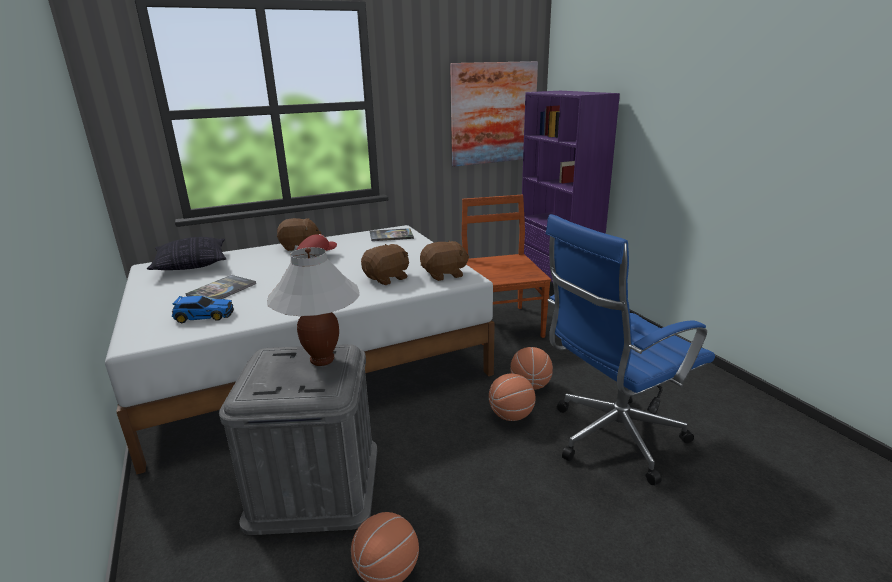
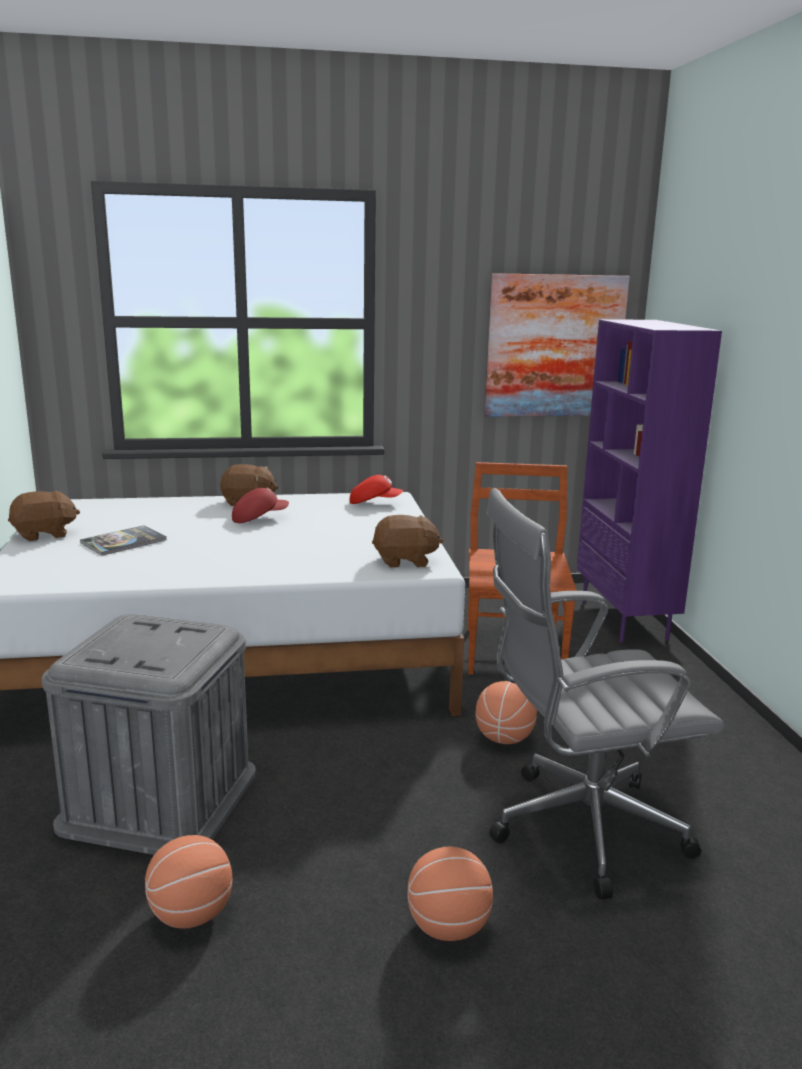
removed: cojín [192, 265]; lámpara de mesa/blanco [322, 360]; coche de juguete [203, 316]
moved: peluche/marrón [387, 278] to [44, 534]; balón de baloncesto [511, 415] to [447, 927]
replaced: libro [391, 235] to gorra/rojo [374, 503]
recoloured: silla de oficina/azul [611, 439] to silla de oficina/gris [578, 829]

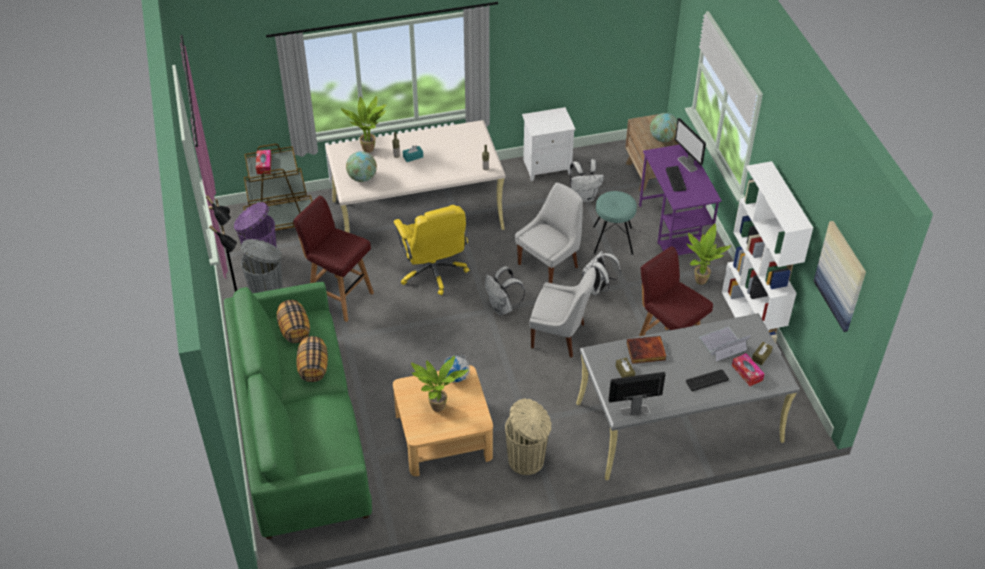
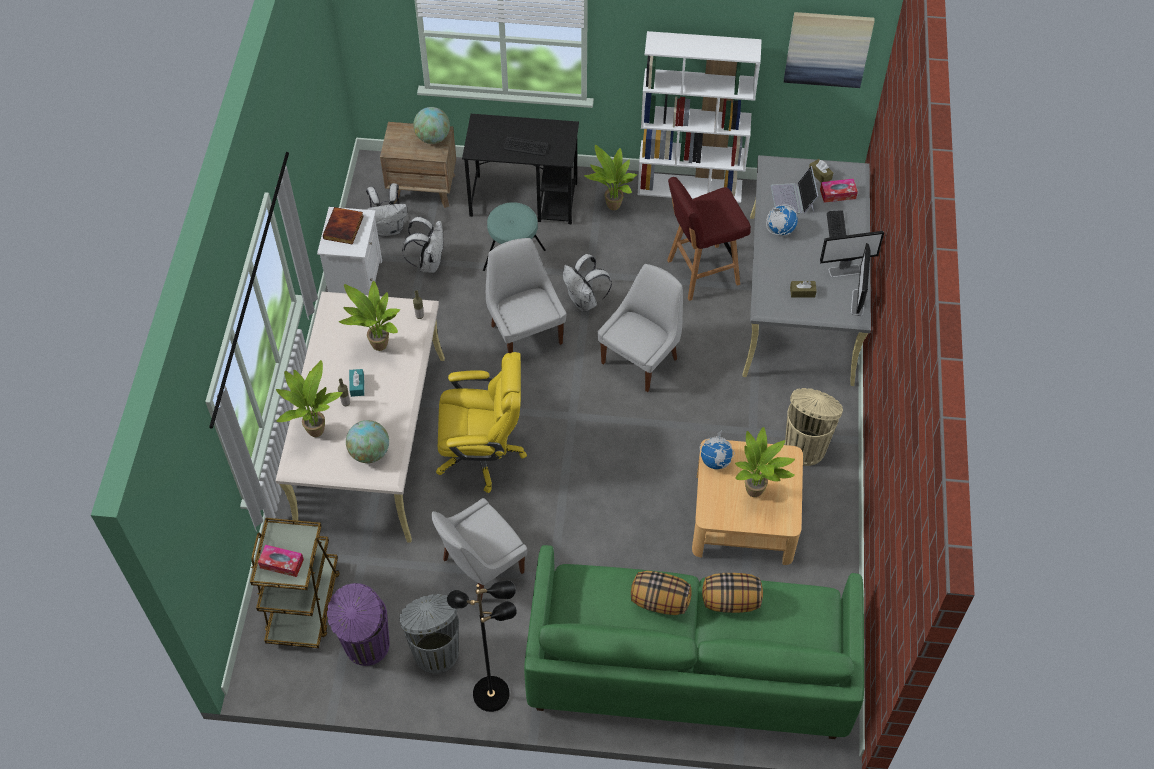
added: globo terráqueo [780, 229]; planta en maceta [377, 347]
moved: monitor [687, 164] to [845, 270]; mochila/blanco [502, 308] to [388, 228]; cojín [294, 330] to [730, 601]; libro [646, 352] to [344, 228]
replaced: taburete/rojo [340, 297] to silla/blanco [480, 567]
recoloured: escritorio/morado [674, 230] to escritorio/negro [524, 199]

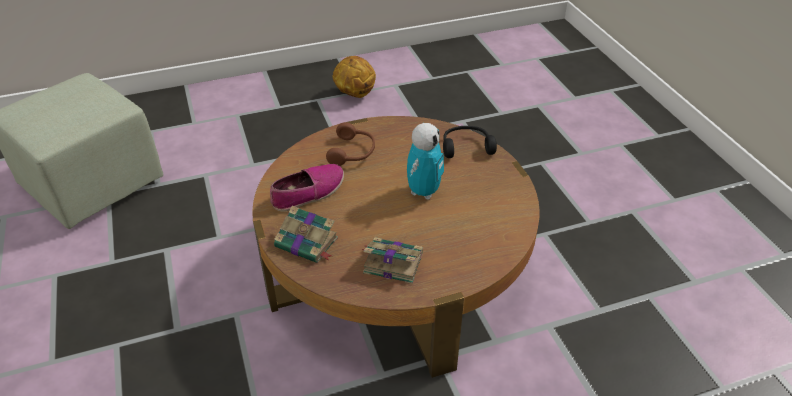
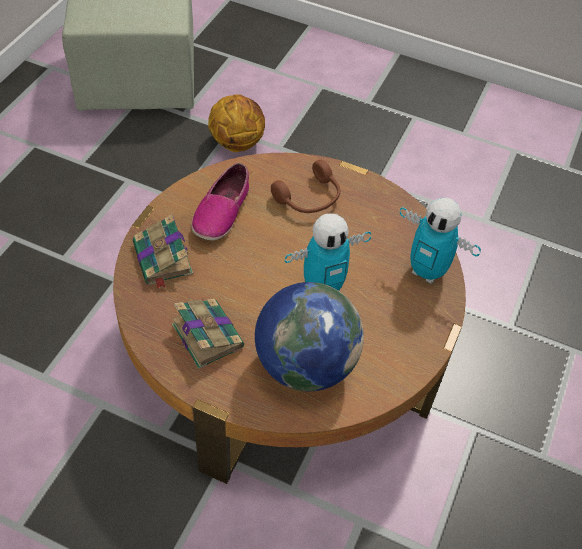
added: globo terráqueo [305, 364]
moved: balón de baloncesto [354, 94] to [237, 143]
replaced: auriculares/negro [466, 147] to robot de juguete [427, 272]
turned: zapato [308, 193] = [221, 211] 105 degrees clockwise

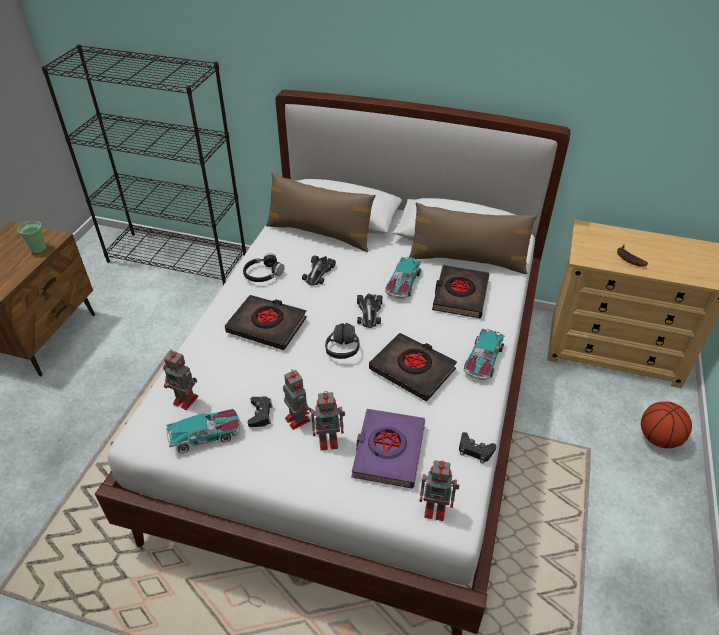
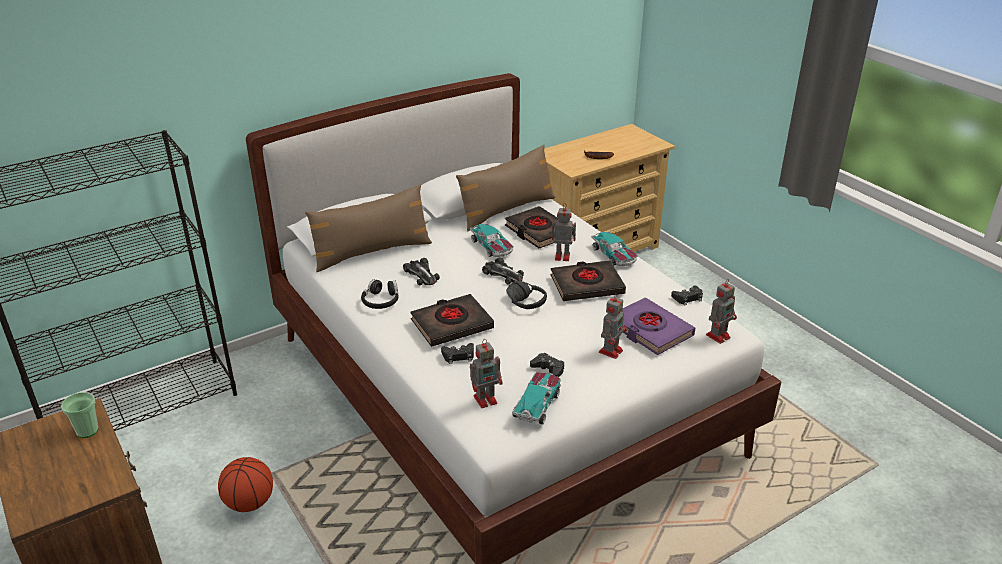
added: mando de consola/negro [458, 356]
moved: robot de juguete [297, 418] to [561, 256]; balón de baloncesto [658, 439] to [249, 503]

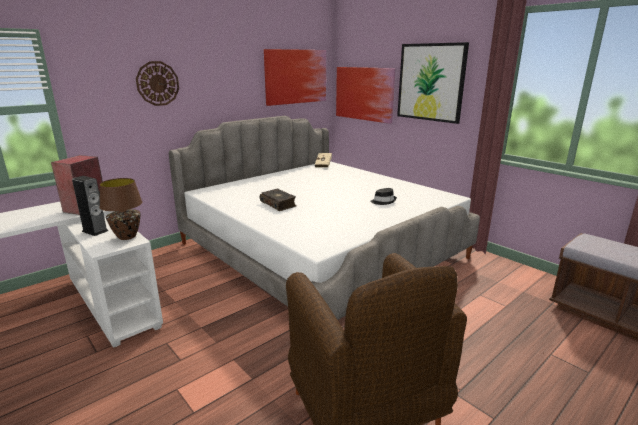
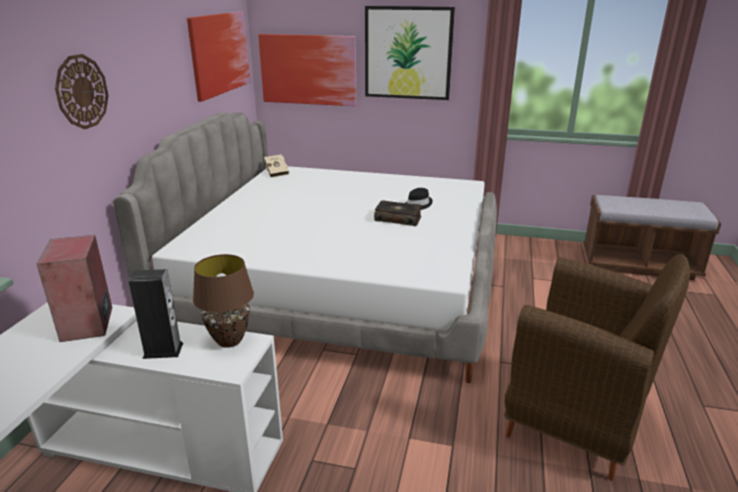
moved: libro [278, 204] to [398, 219]

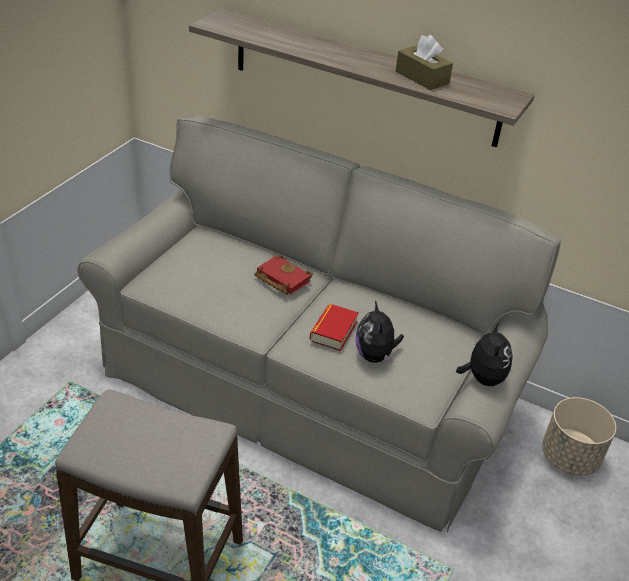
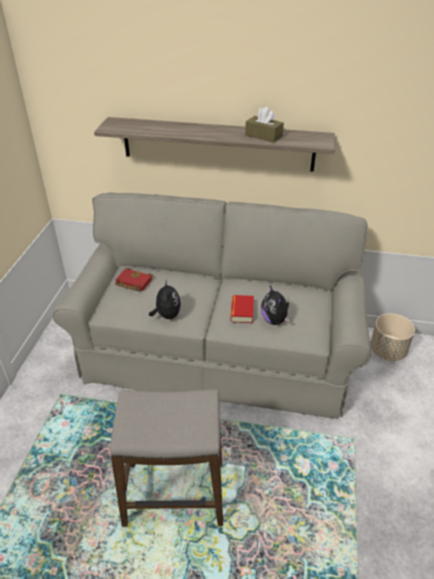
moved: libro/rojo [280, 279] to [132, 282]; peluche [482, 378] to [167, 315]

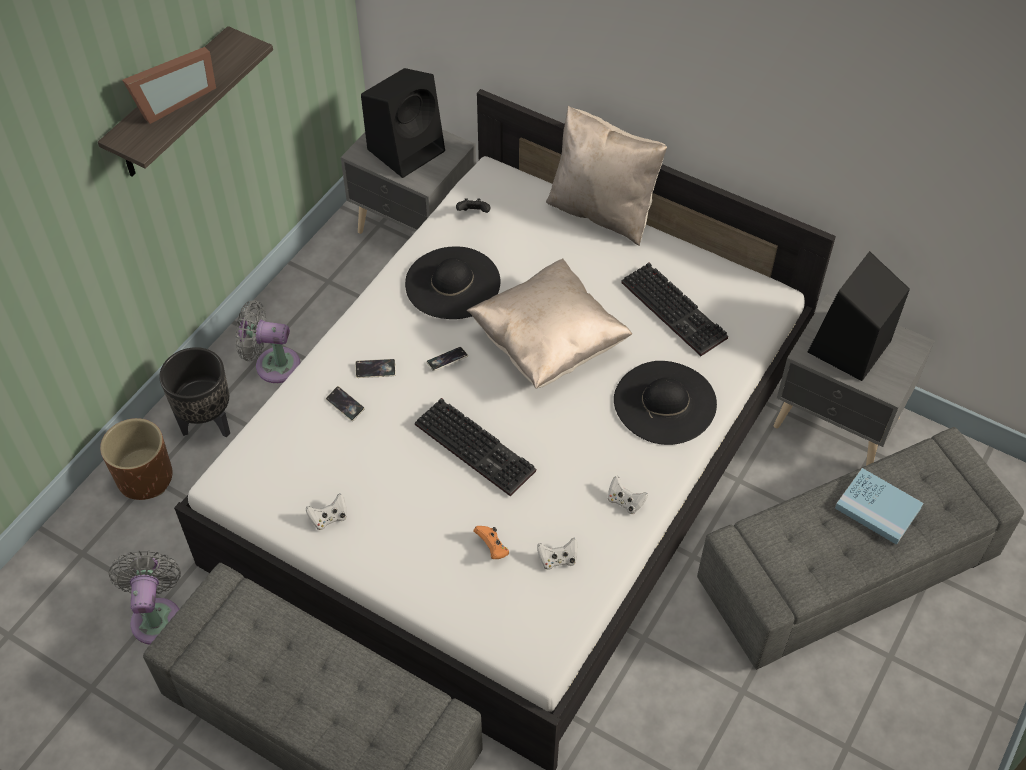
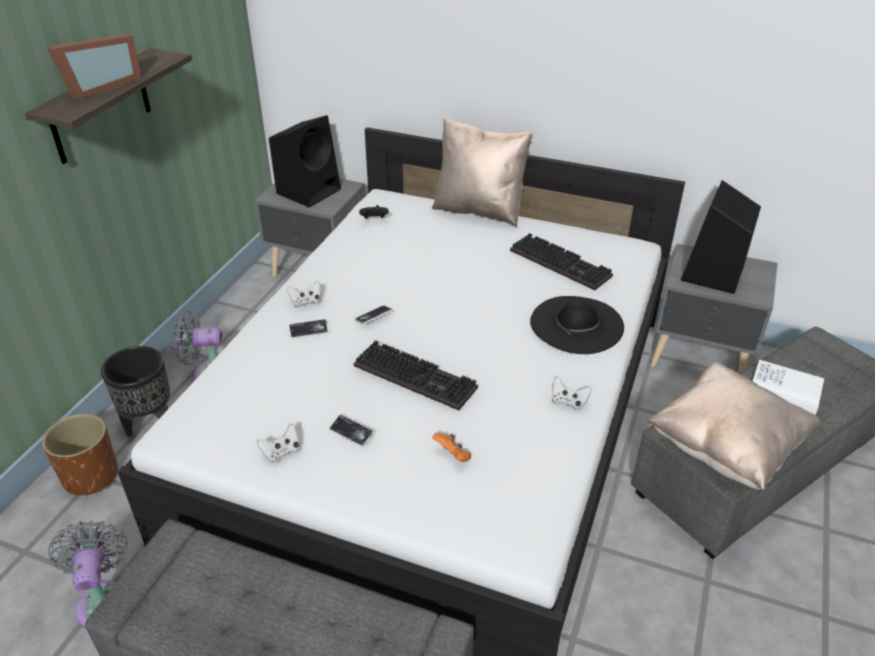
removed: sombrero/negro [452, 283]
moved: cojín/beis [548, 344] to [726, 447]; móvil [345, 405] to [351, 432]; mando de consola/blanco [558, 559] to [306, 302]
recoloured: libro/azul [878, 508] to libro/blanco [785, 389]

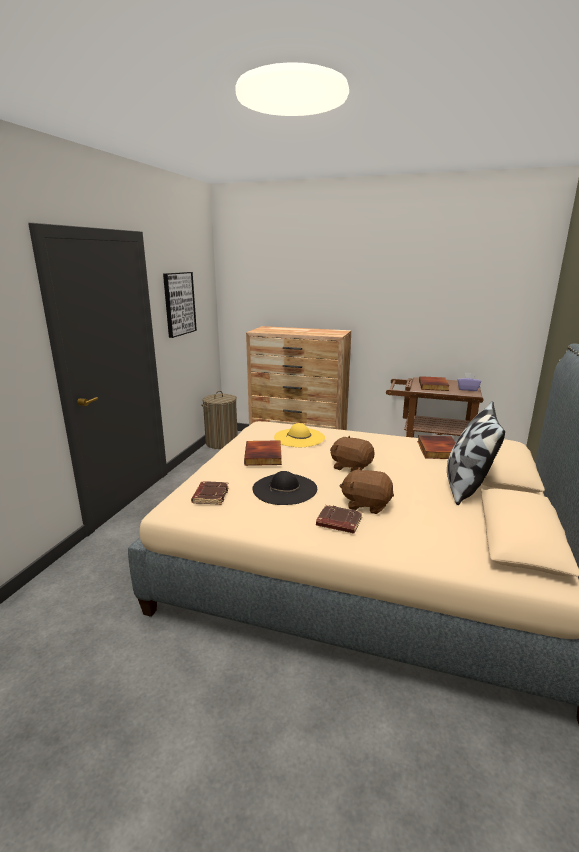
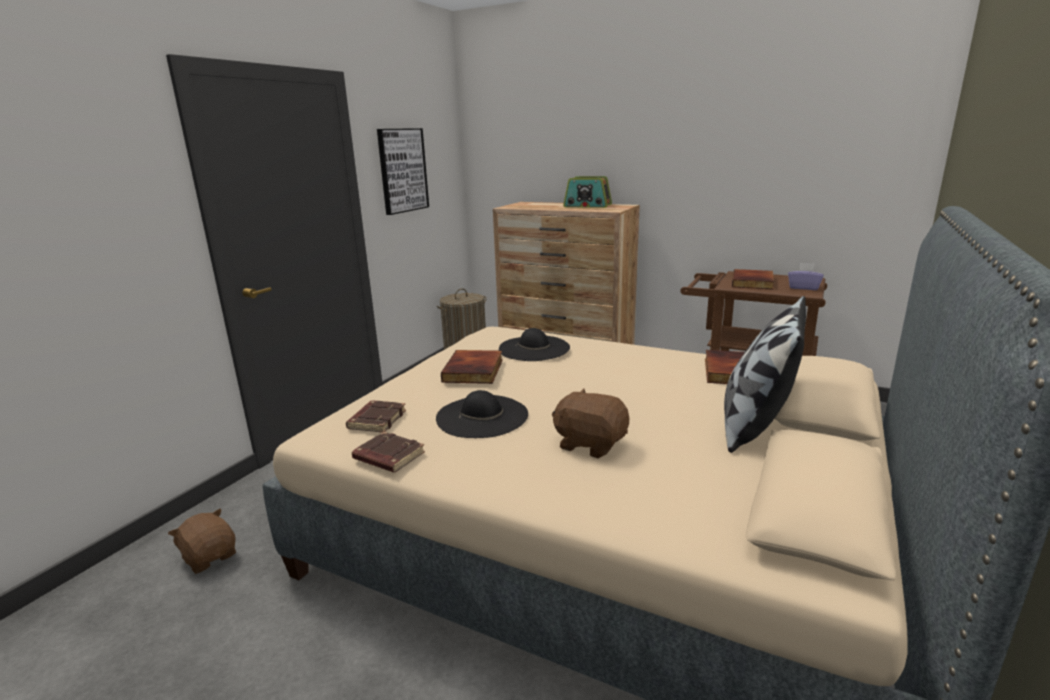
added: radio [587, 206]
moved: peluche/marrón [351, 467] to [210, 557]; libro/marrón [338, 523] to [388, 457]
recoloured: sombrero/amarillo [299, 437] to sombrero/negro [534, 348]

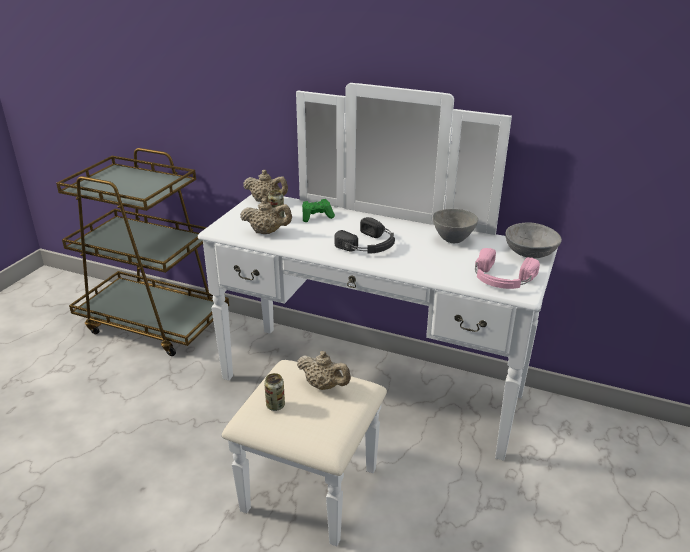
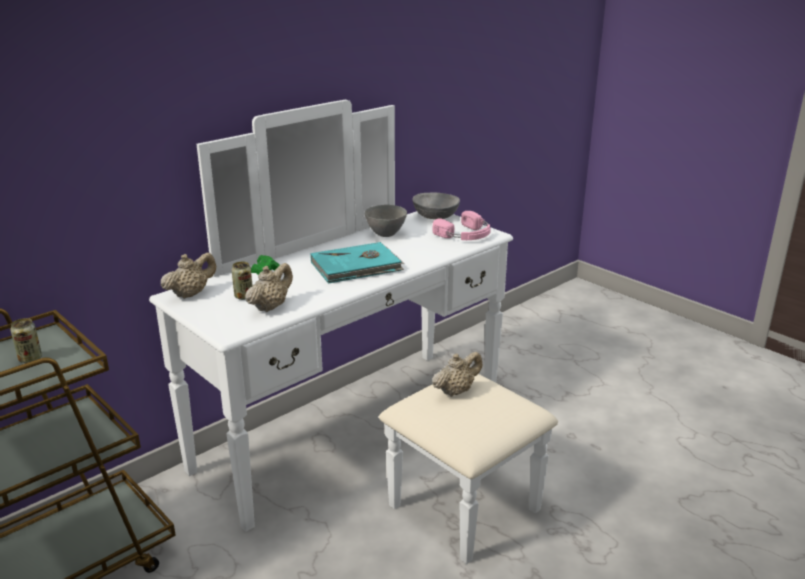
moved: lata [275, 405] to [30, 359]
replaced: auriculares/negro [369, 245] to libro/turquesa [357, 267]

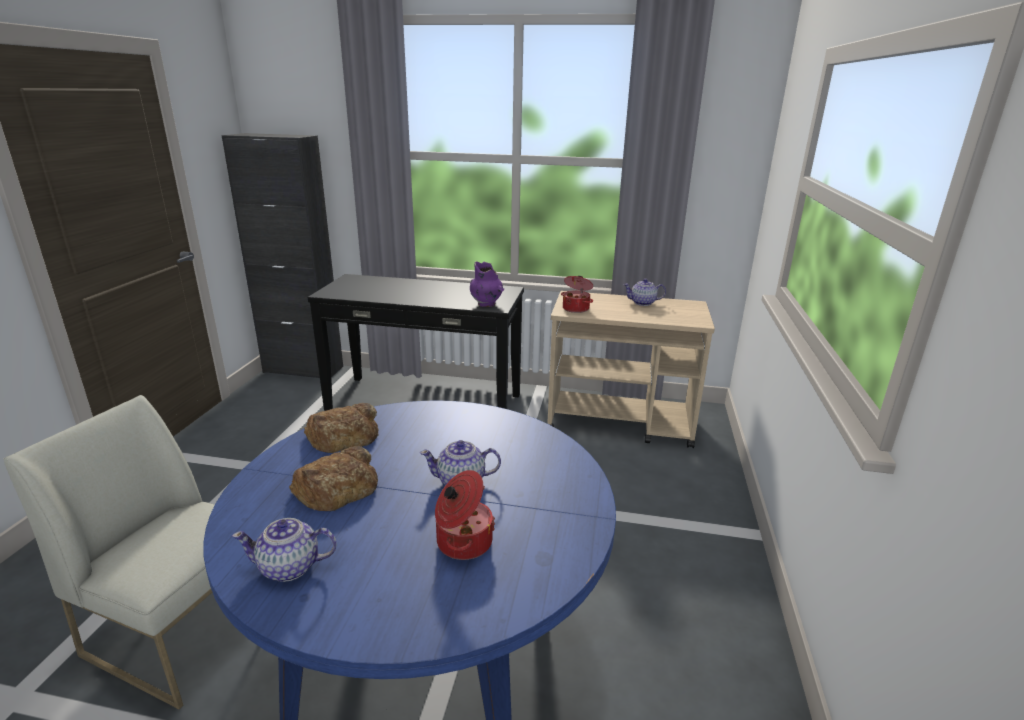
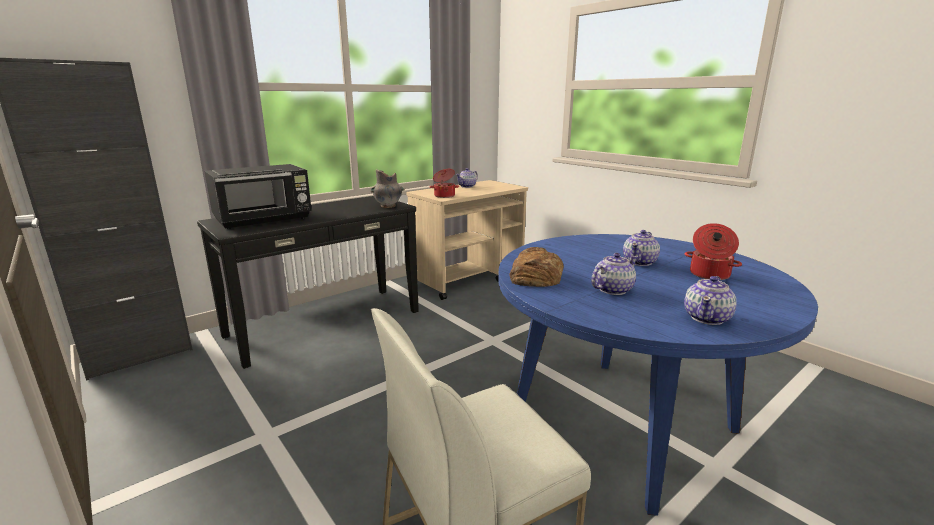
added: microondas/negro [264, 220]
replaced: pan [337, 486] to tetera [612, 289]
recoloured: florero/morado [487, 304] to florero/gris [388, 206]

